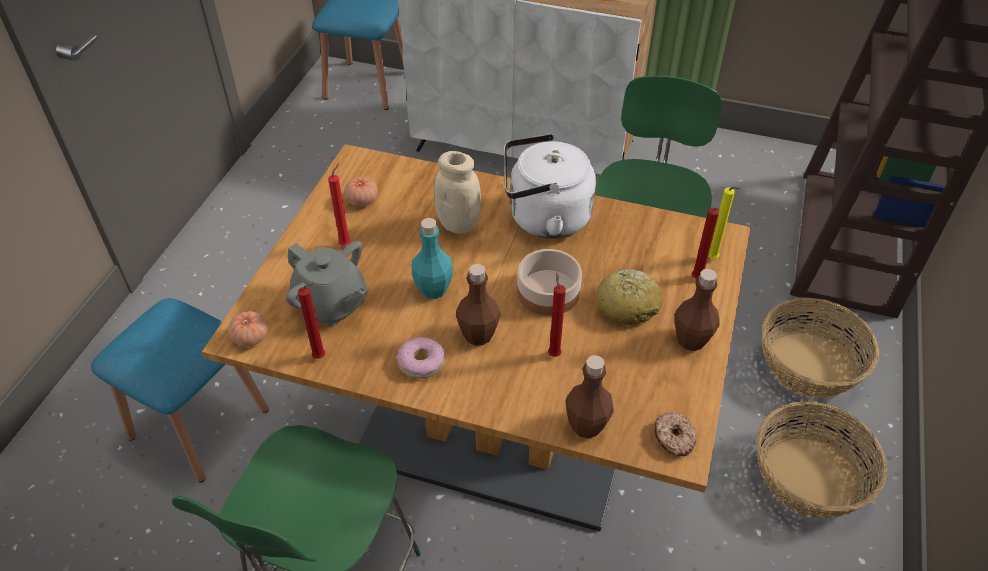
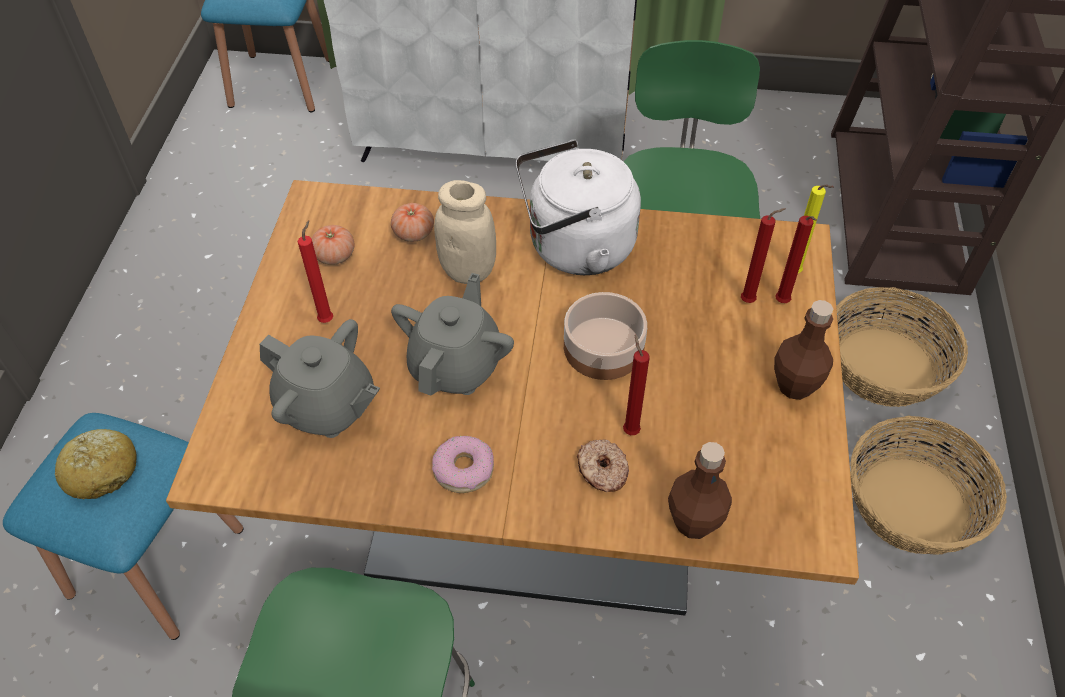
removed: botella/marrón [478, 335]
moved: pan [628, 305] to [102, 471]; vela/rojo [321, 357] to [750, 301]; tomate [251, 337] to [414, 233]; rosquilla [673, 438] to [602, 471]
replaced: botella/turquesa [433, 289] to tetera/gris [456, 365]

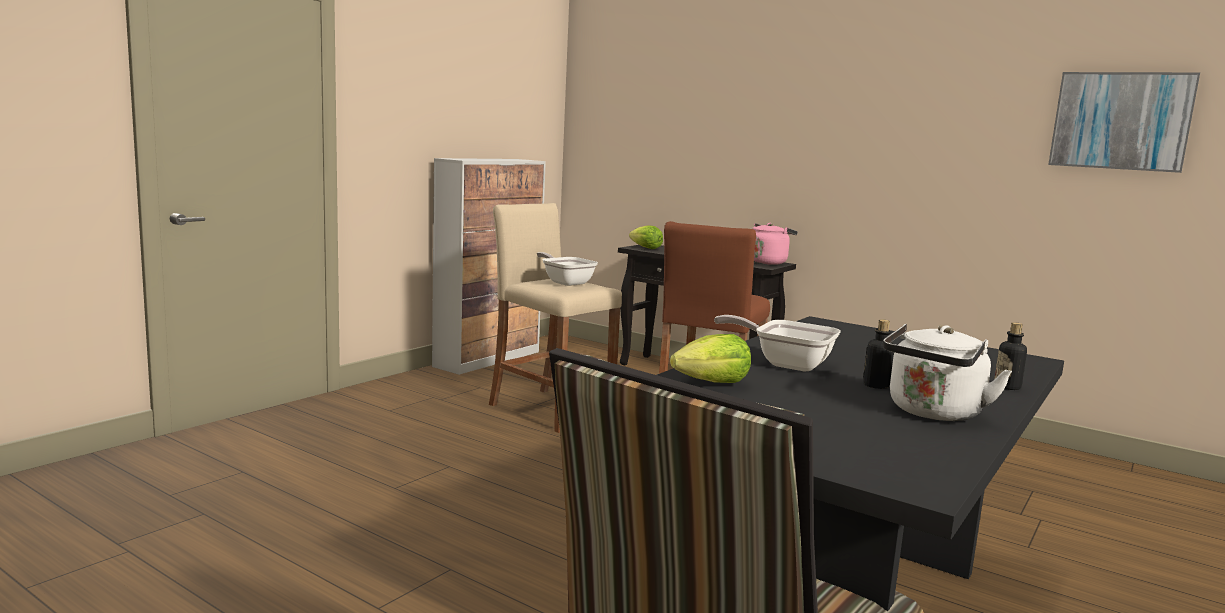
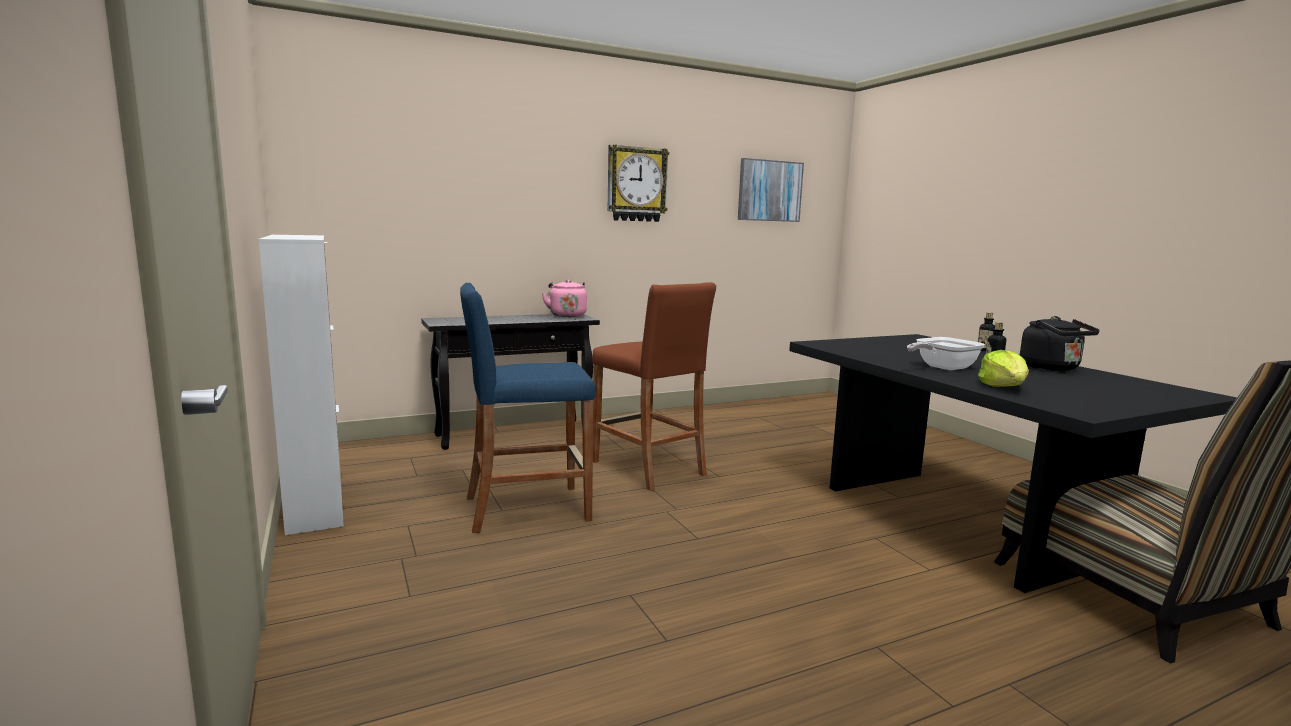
removed: lechuga [646, 248]; sartén [565, 282]
added: reloj de pared [636, 184]
recoloured: taburete/beis [551, 410] to taburete/azul [527, 508]; hervidor/blanco [933, 413] to hervidor/negro [1052, 368]

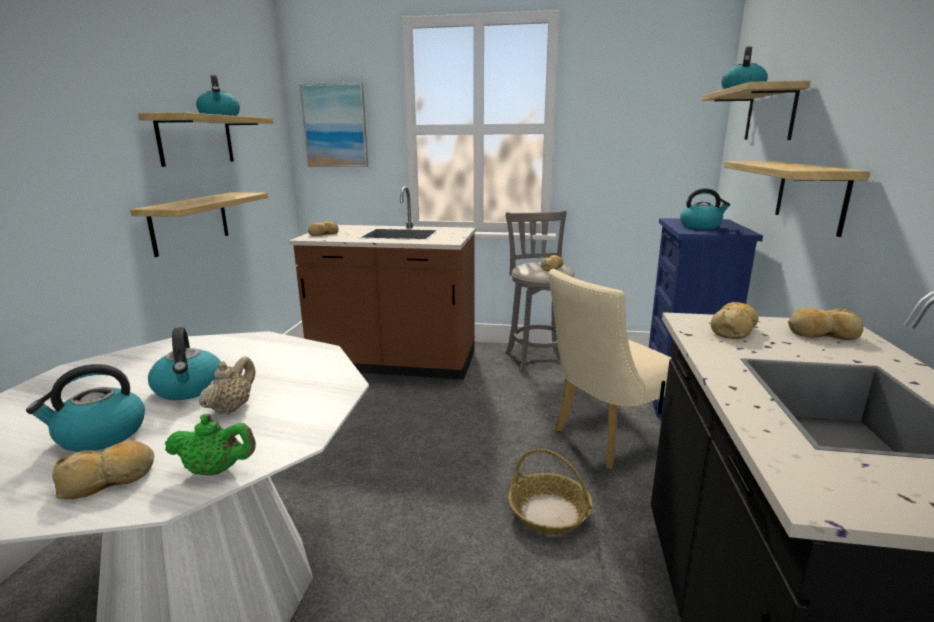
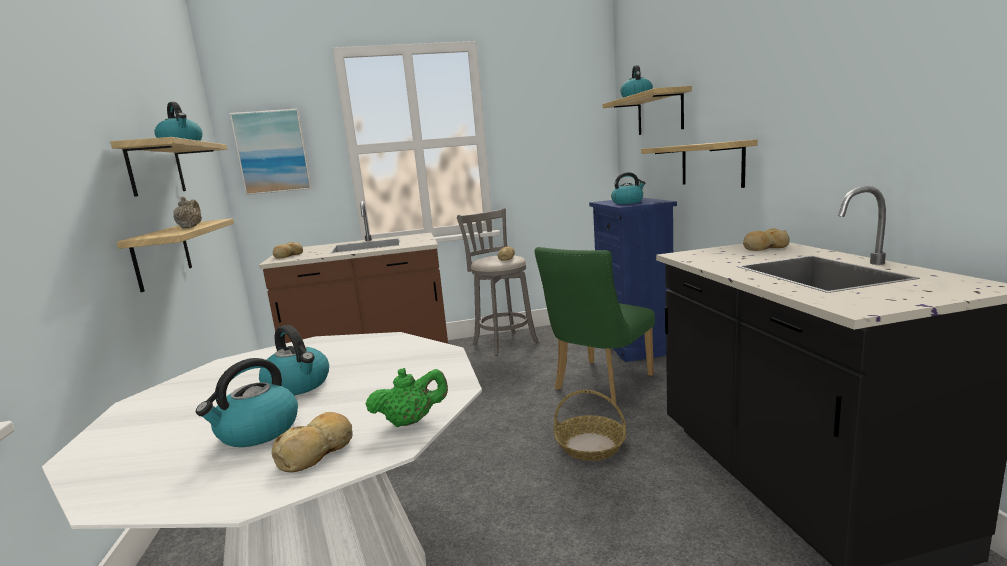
removed: pan [733, 329]
moved: tetera/beis [232, 408] to [190, 227]
recoloured: silla/beis [607, 438] to silla/verde [599, 385]

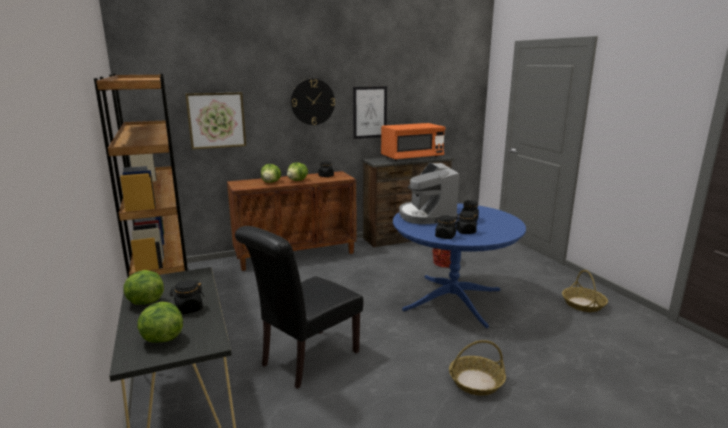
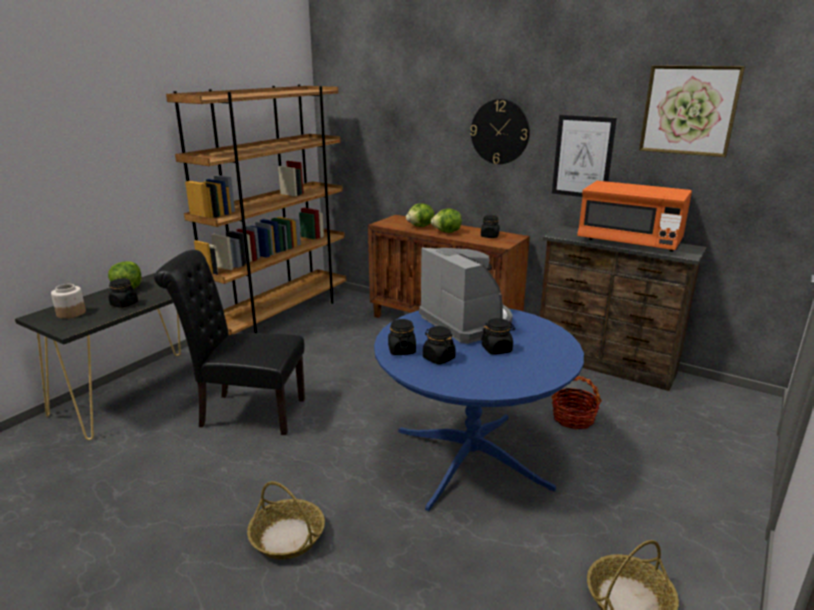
moved: cuadro [216, 120] to [689, 110]
replaced: lechuga [161, 339] to tarro [71, 313]
turned: cafetera [426, 216] = [467, 322] 105 degrees clockwise

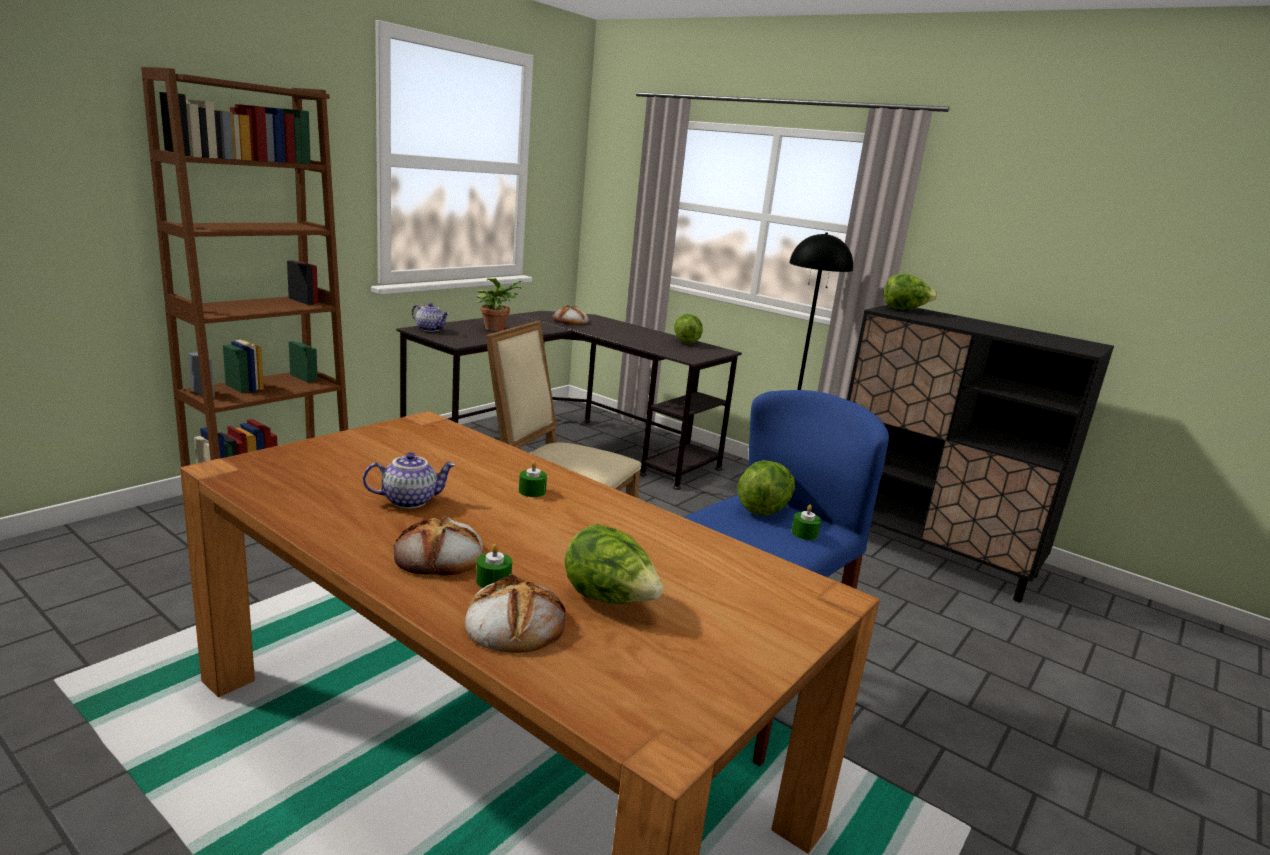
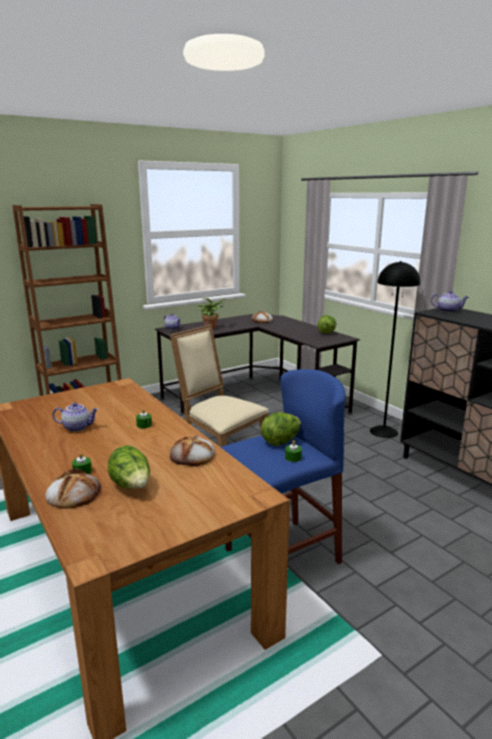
moved: pan [440, 556] to [193, 456]
replaced: lechuga [904, 309] to tetera [448, 311]

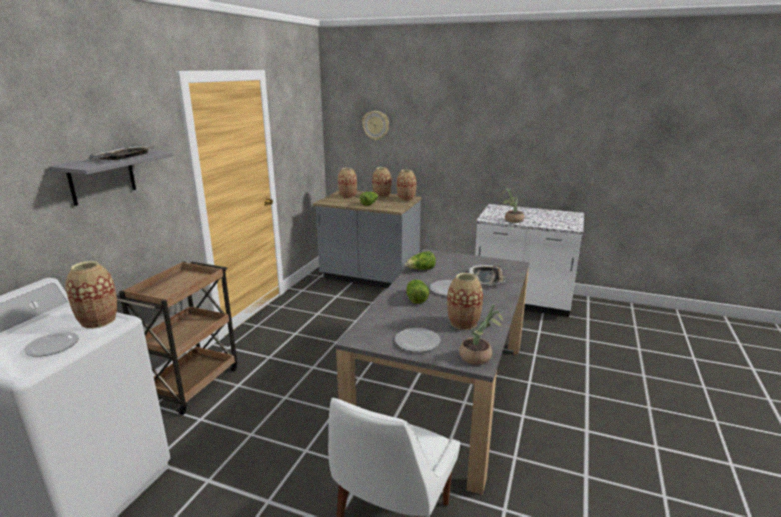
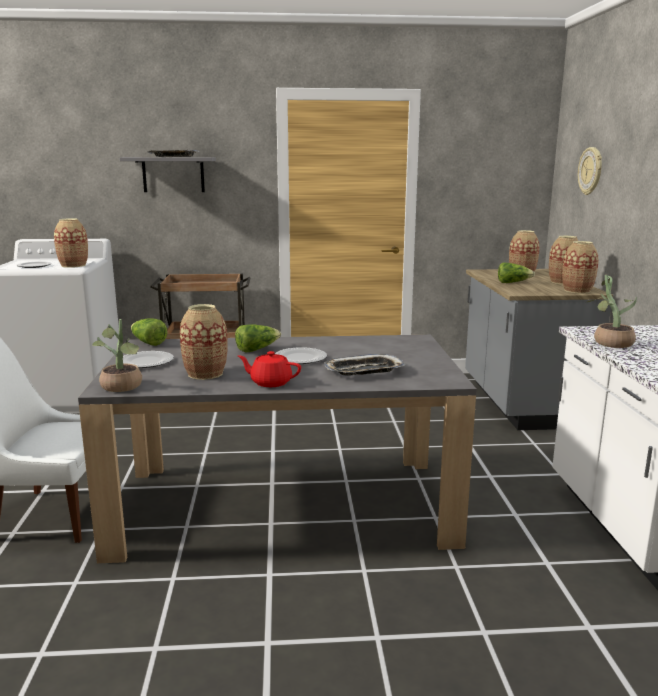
added: tetera/rojo [270, 382]
moved: lechuga [421, 269] to [148, 343]

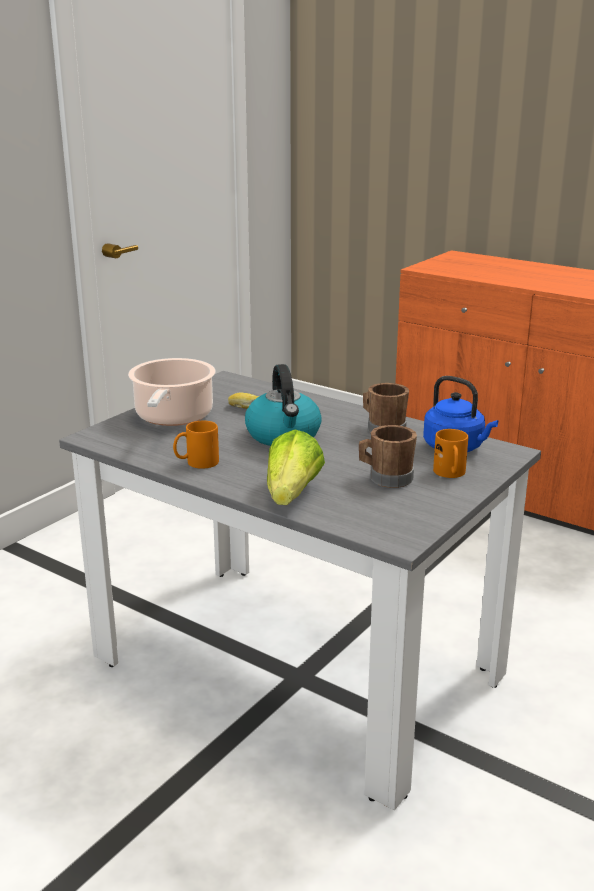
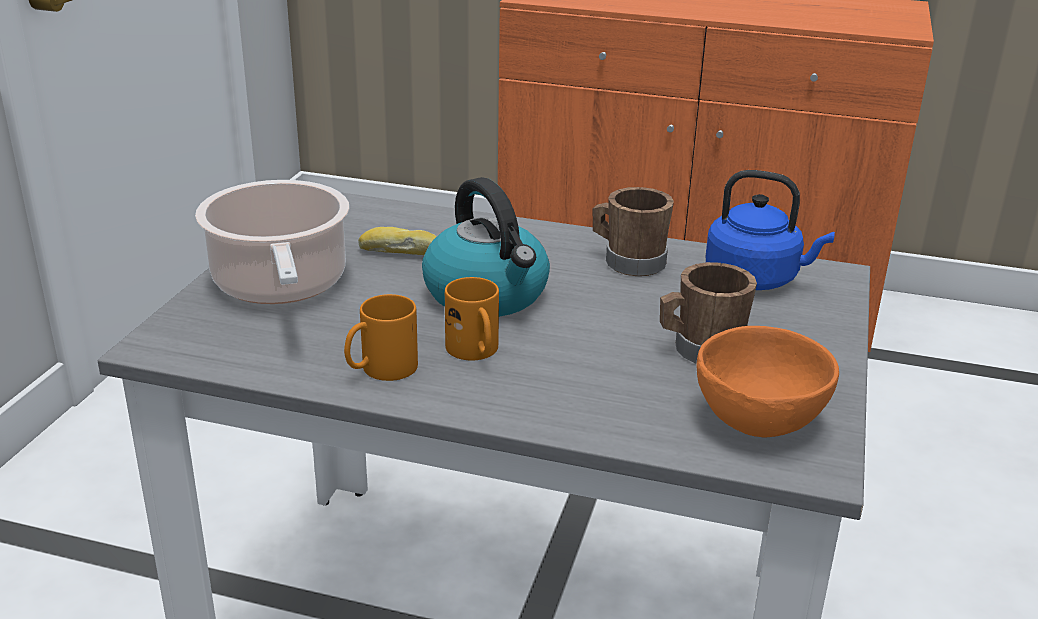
removed: lechuga [292, 495]
added: cuenco/naranja [756, 420]
moved: taza grande/naranja [451, 474] to [476, 352]

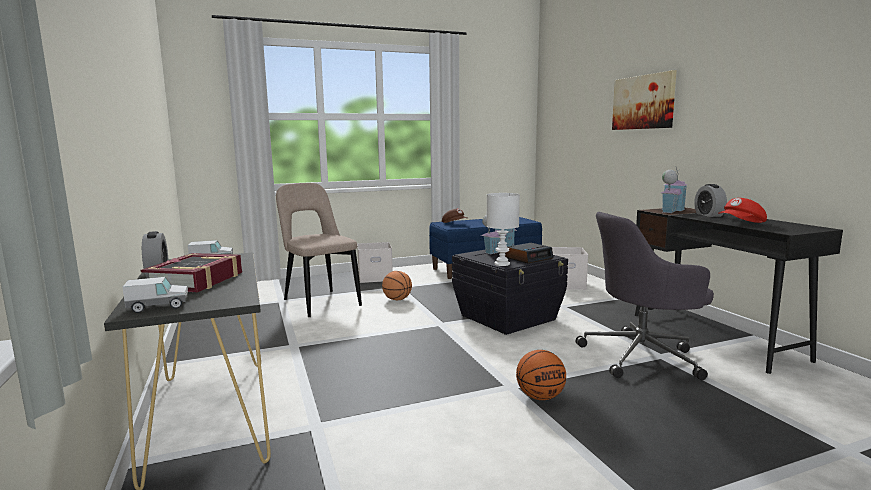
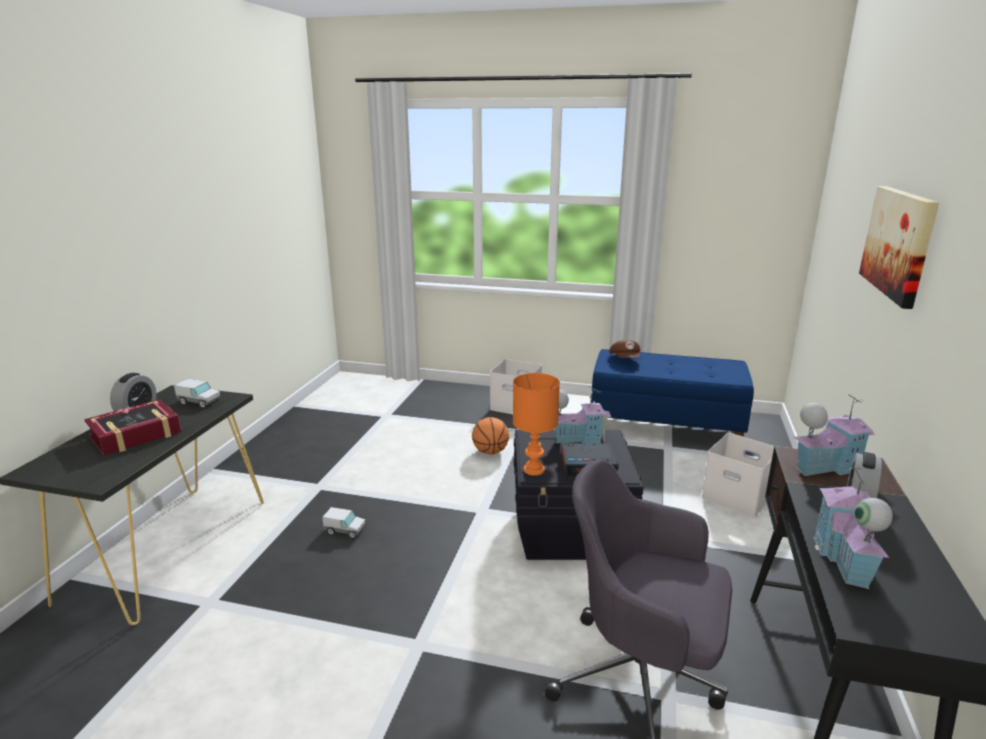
removed: silla/beis [320, 302]; balón de baloncesto [540, 397]
moved: camión de juguete [158, 306] to [345, 530]
replaced: gorra/rojo [741, 223] to casita [843, 559]
recoloured: lámpara de mesa/blanco [501, 264] to lámpara de mesa/naranja [534, 469]

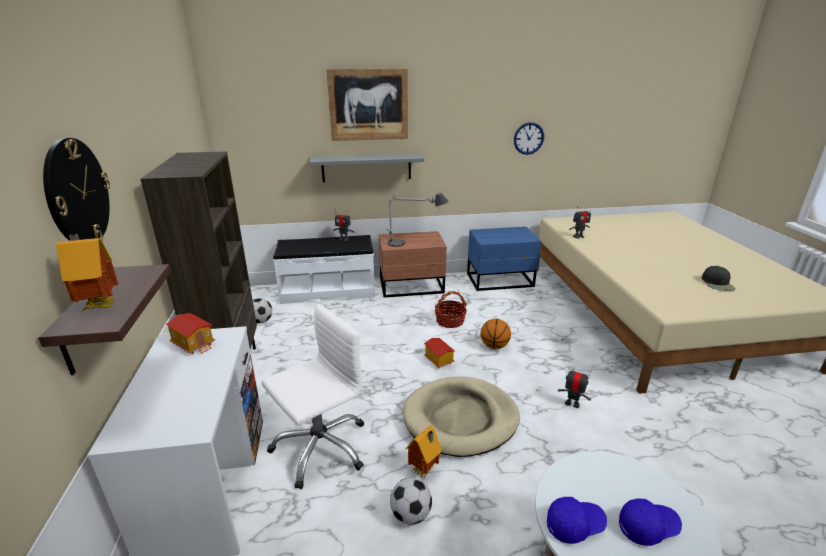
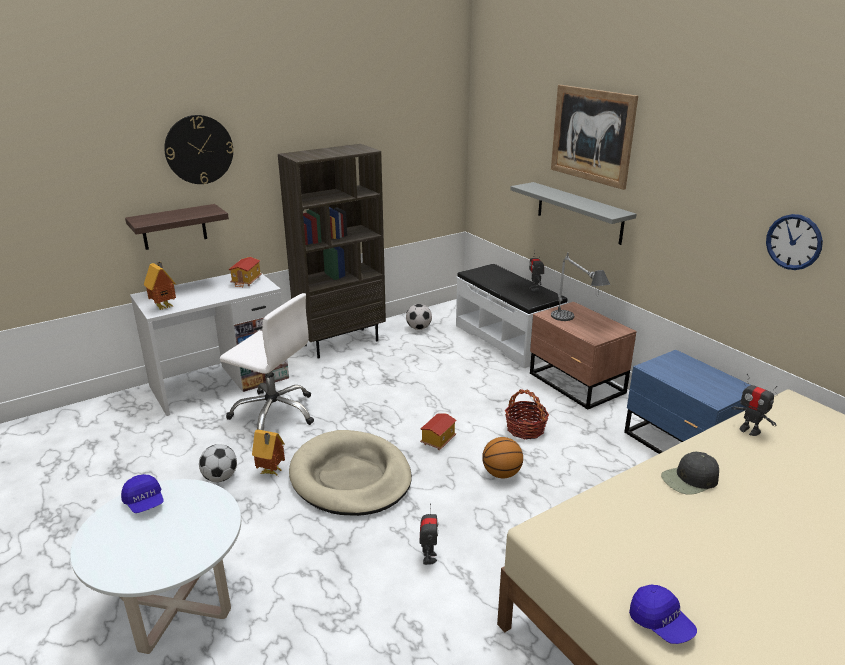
moved: casita [100, 305] to [165, 307]; gorra/negro [718, 283] to [690, 479]; gorra/azul [647, 527] to [660, 623]

